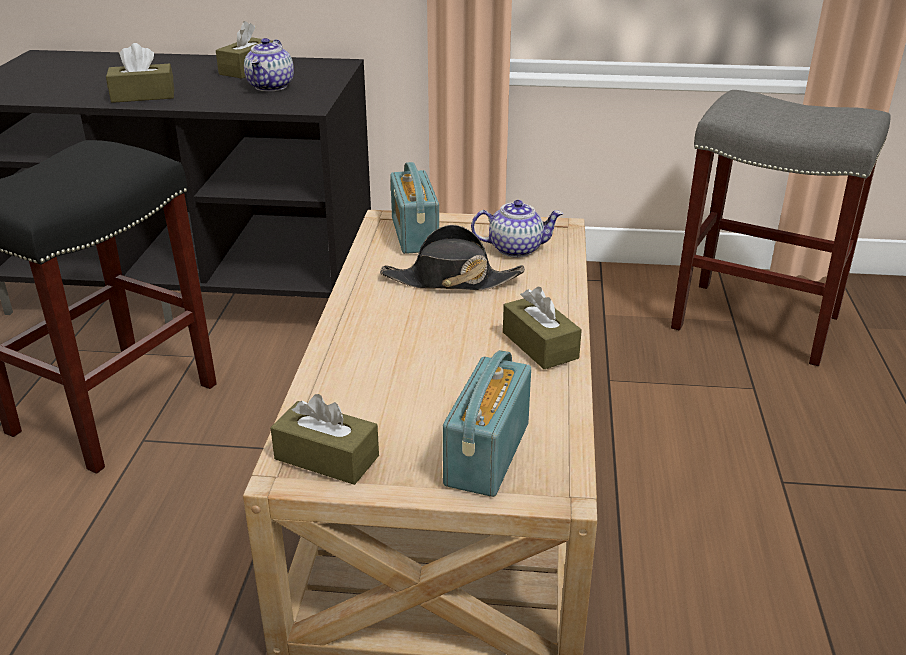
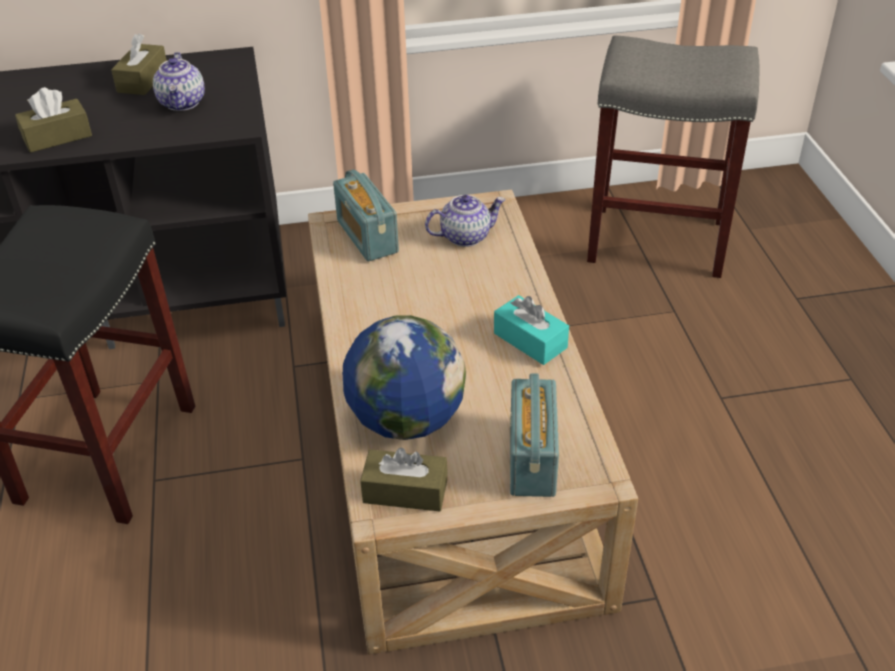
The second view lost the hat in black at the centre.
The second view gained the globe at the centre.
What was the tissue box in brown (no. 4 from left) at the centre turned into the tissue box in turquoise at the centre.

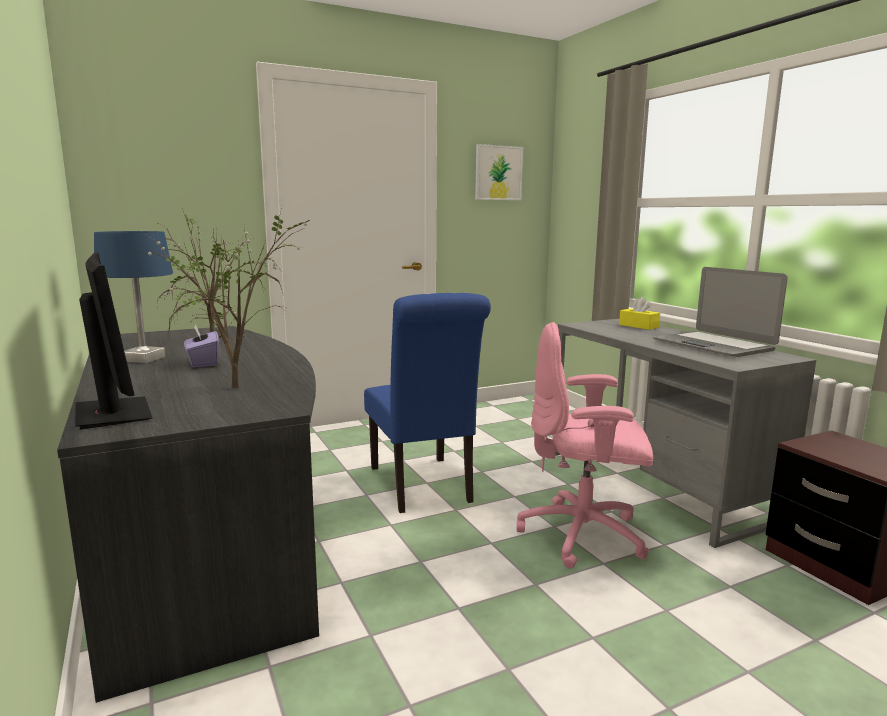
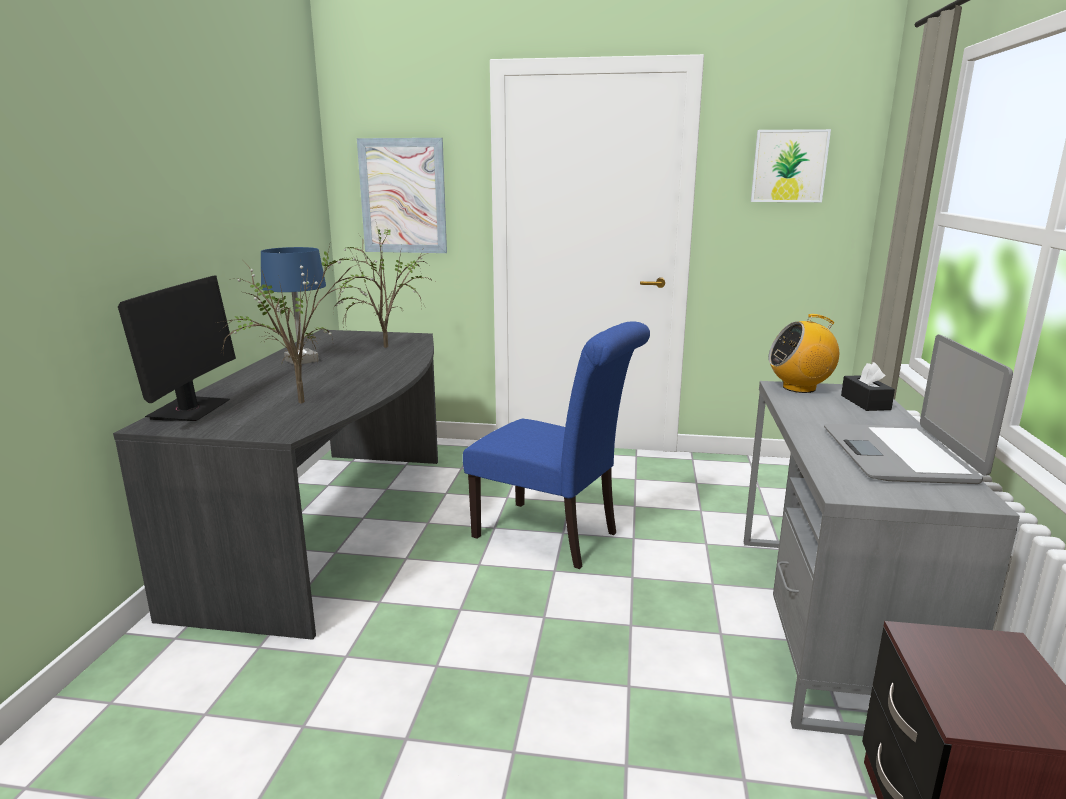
The second view lost the tissue box in purple at the middle left.
The second view lost the office chair in pink at the centre.
The second view gained the picture (no. 1 from left) at the top centre.
The second view gained the radio at the middle right.
What was the tissue box in yellow at the middle right turned into the tissue box in black at the middle right.
The chair in blue at the centre ended up facing another way, 75 degrees counterclockwise from before.

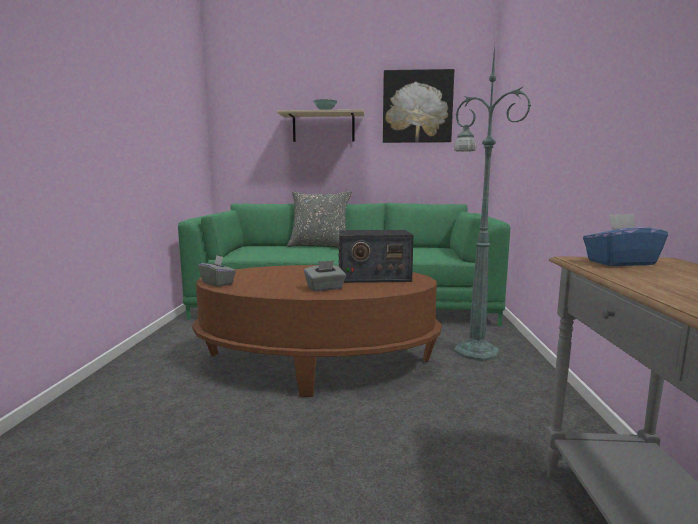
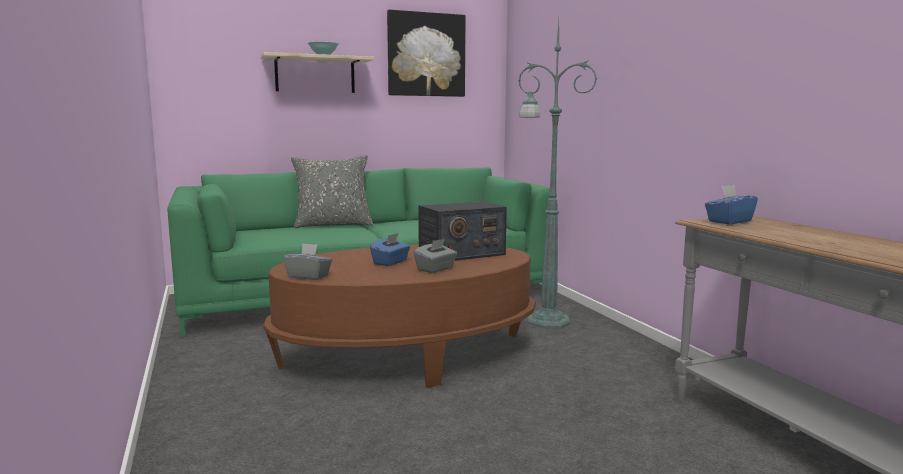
The second view gained the tissue box in blue (no. 1 from left) at the centre.

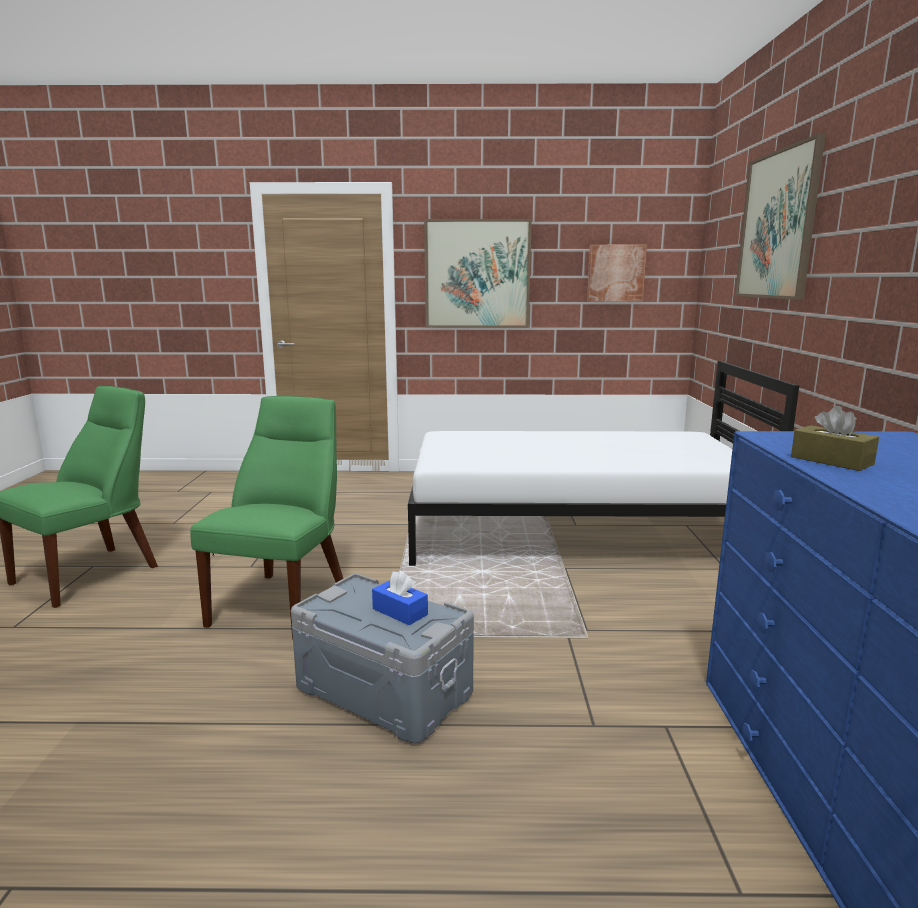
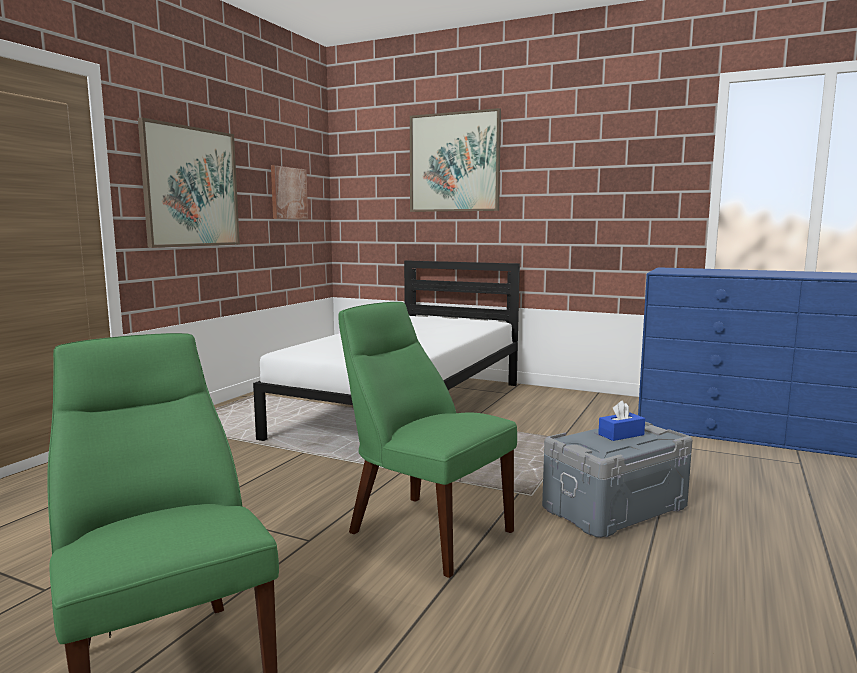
The second view lost the tissue box in brown at the middle right.

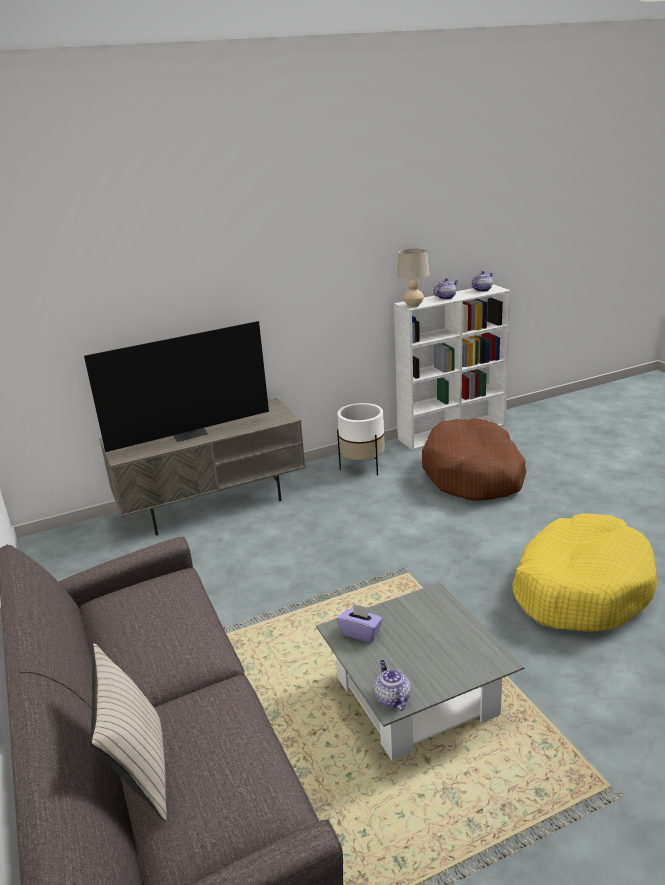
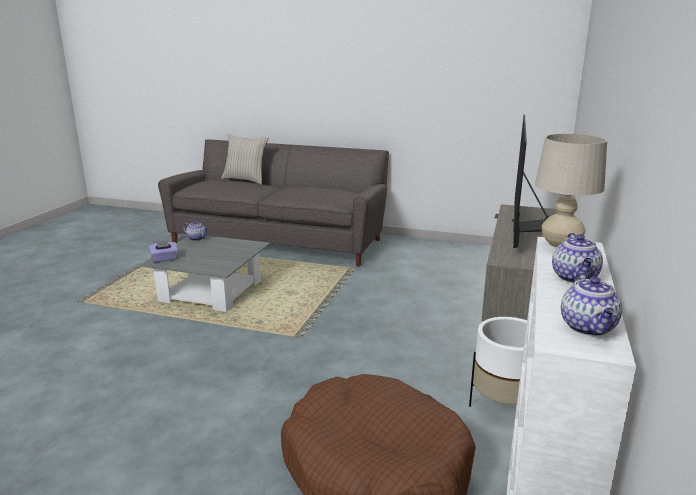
The second view lost the dog bed in yellow at the middle right.
The tissue box in purple ended up elsewhere, having gone from the bottom centre to the middle left.

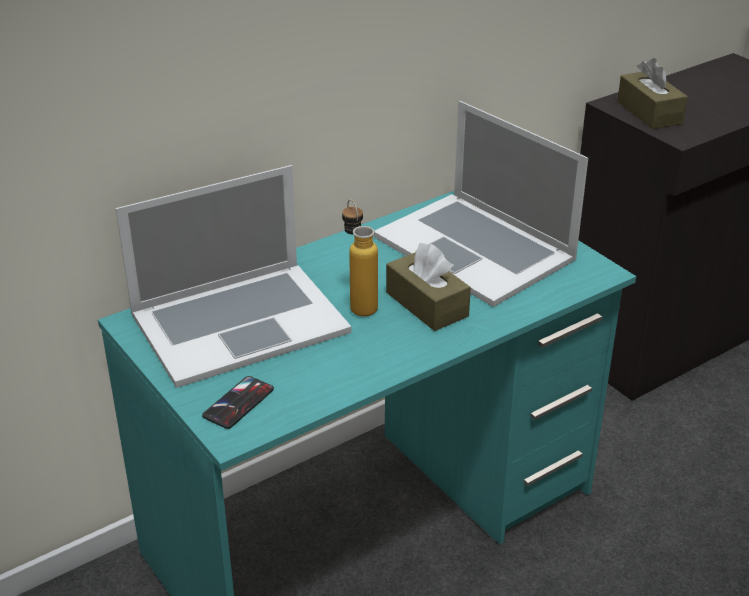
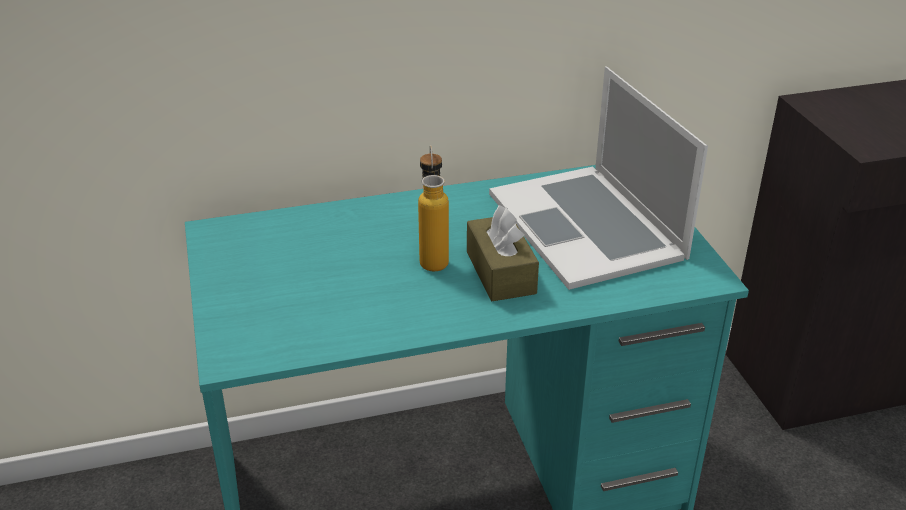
The second view lost the laptop (no. 1 from left) at the middle left.
The second view lost the phone at the bottom left.
The second view lost the tissue box in brown (no. 2 from left) at the top right.

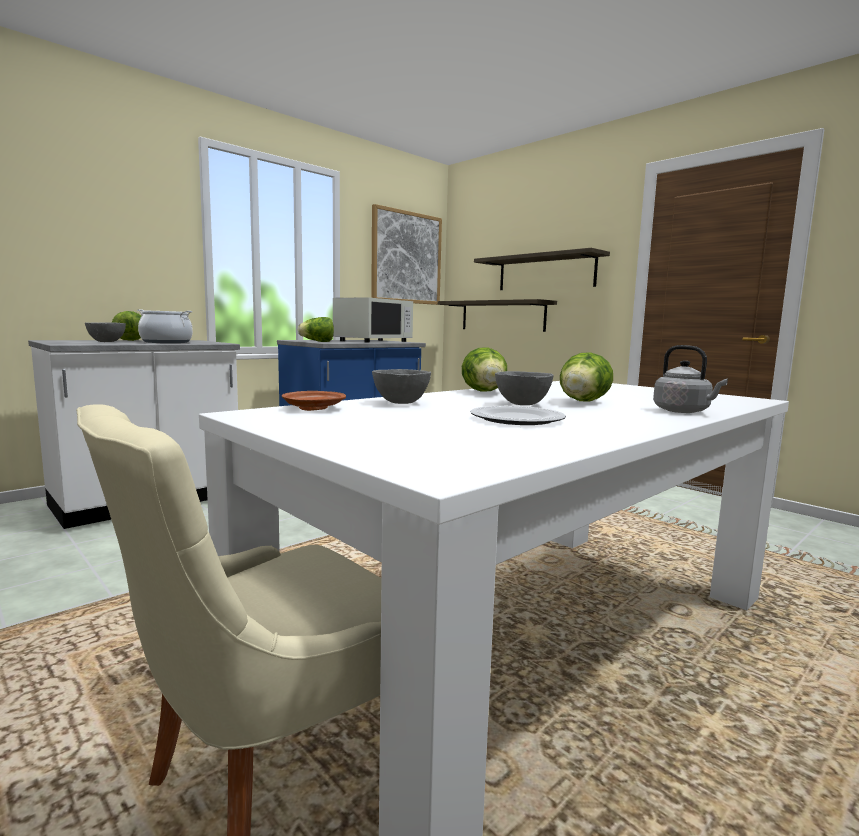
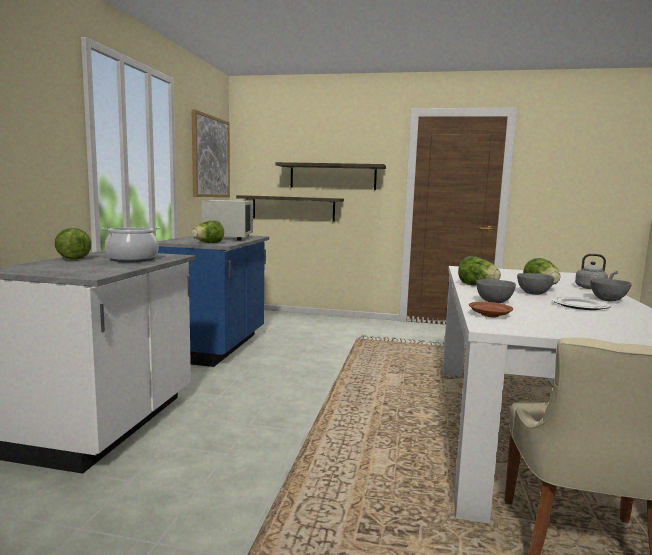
The bowl in grey (no. 1 from left in the first image) ended up elsewhere, having gone from the middle left to the middle right.

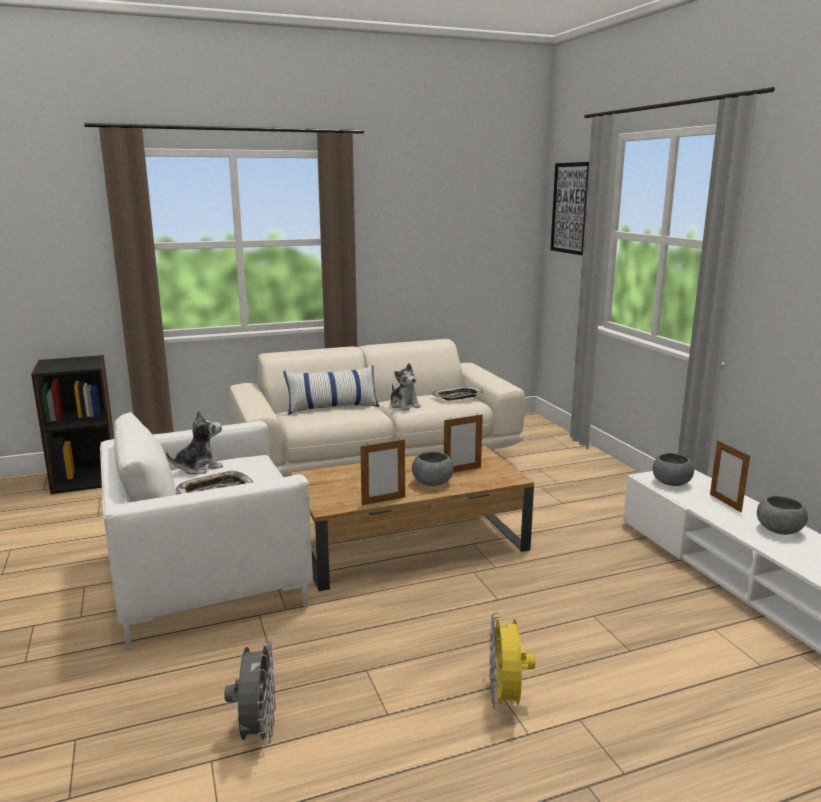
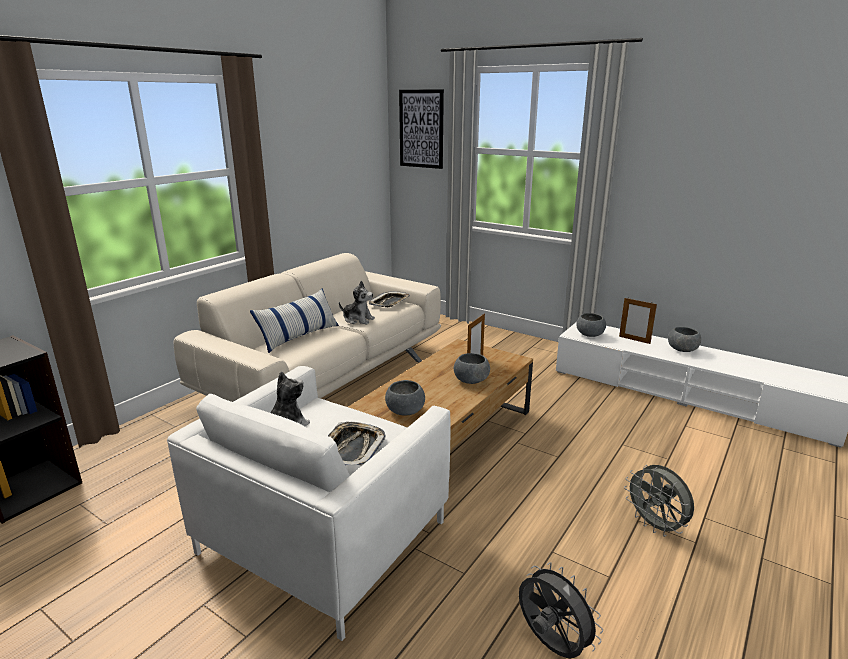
The second view lost the picture frame (no. 1 from left) at the centre.
The second view gained the bowl in grey (no. 1 from left) at the centre.
What was the fan in yellow at the bottom centre turned into the fan in grey (no. 2 from left) at the bottom right.

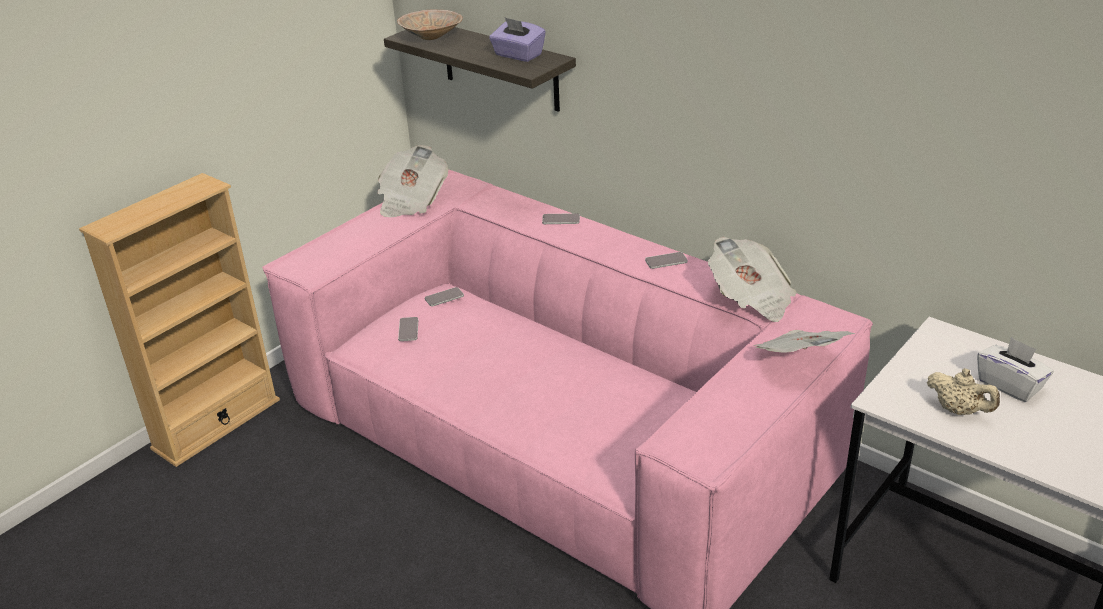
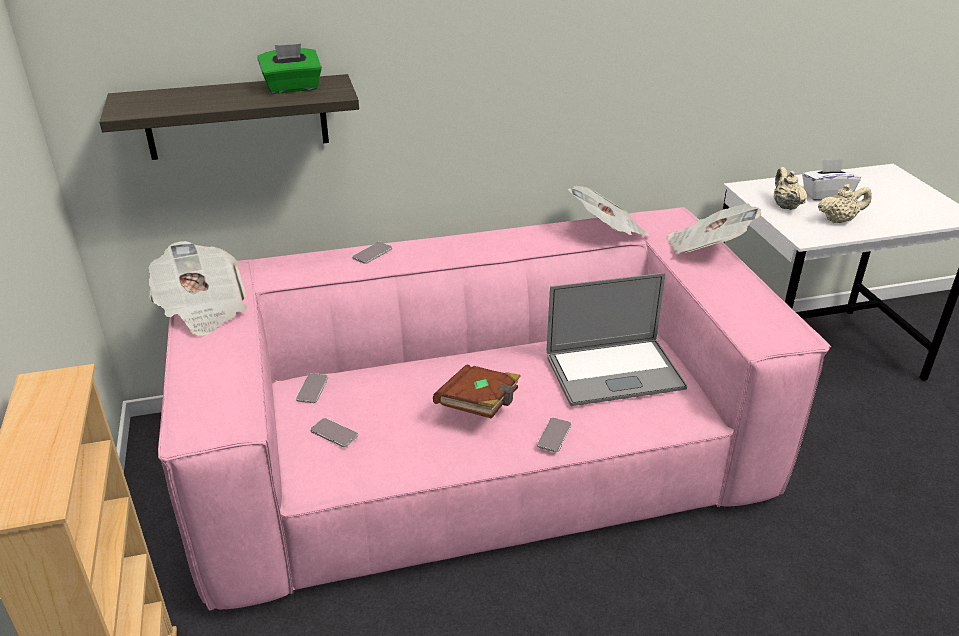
The second view lost the bowl in beige at the top centre.
The second view gained the book in brown at the centre.
The second view gained the laptop at the centre.
The second view gained the teapot in beige (no. 1 from left) at the top right.
The phone (no. 4 from left) ended up elsewhere, having gone from the centre to the bottom centre.
What was the tissue box in purple at the top centre turned into the tissue box in green at the top left.

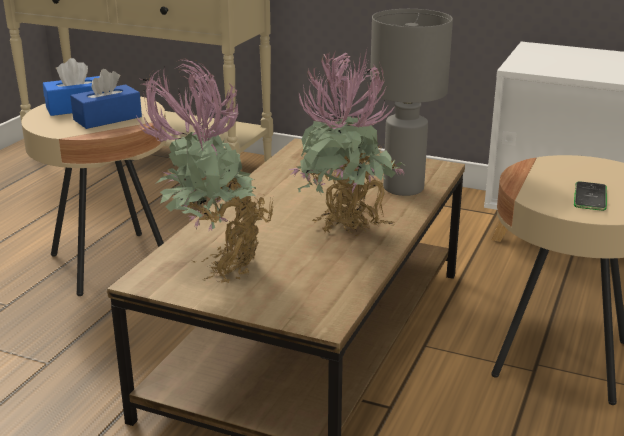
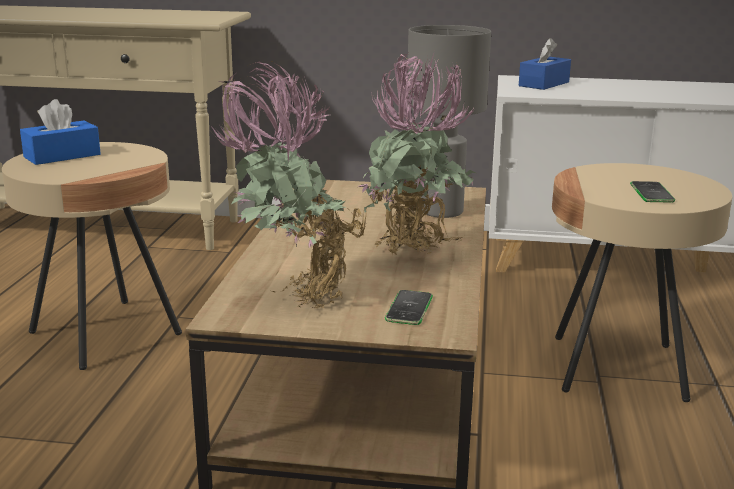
The second view gained the phone (no. 1 from left) at the centre.
The tissue box in blue (no. 2 from left) ended up elsewhere, having gone from the top left to the top right.

